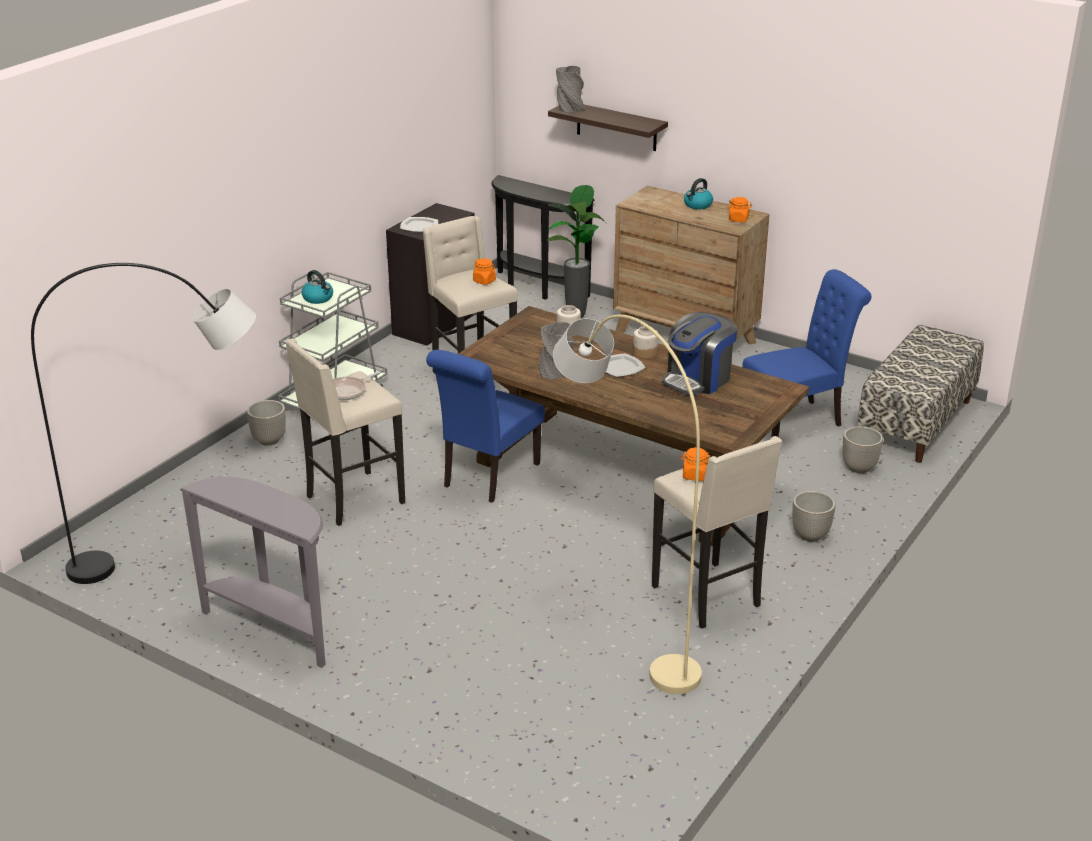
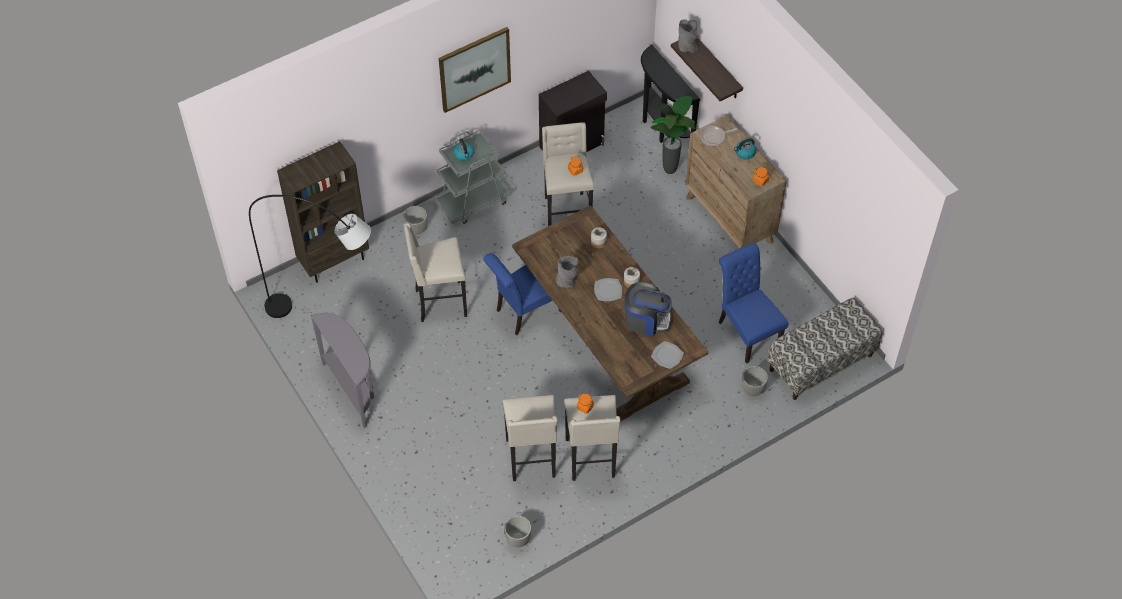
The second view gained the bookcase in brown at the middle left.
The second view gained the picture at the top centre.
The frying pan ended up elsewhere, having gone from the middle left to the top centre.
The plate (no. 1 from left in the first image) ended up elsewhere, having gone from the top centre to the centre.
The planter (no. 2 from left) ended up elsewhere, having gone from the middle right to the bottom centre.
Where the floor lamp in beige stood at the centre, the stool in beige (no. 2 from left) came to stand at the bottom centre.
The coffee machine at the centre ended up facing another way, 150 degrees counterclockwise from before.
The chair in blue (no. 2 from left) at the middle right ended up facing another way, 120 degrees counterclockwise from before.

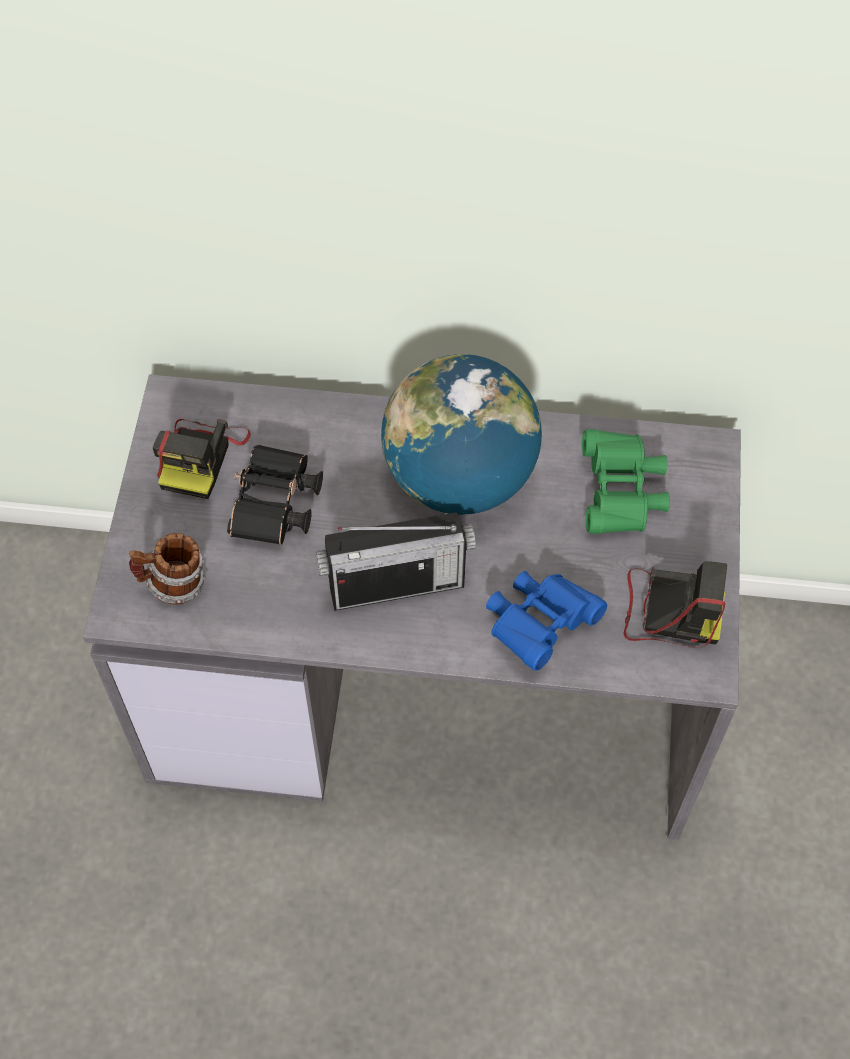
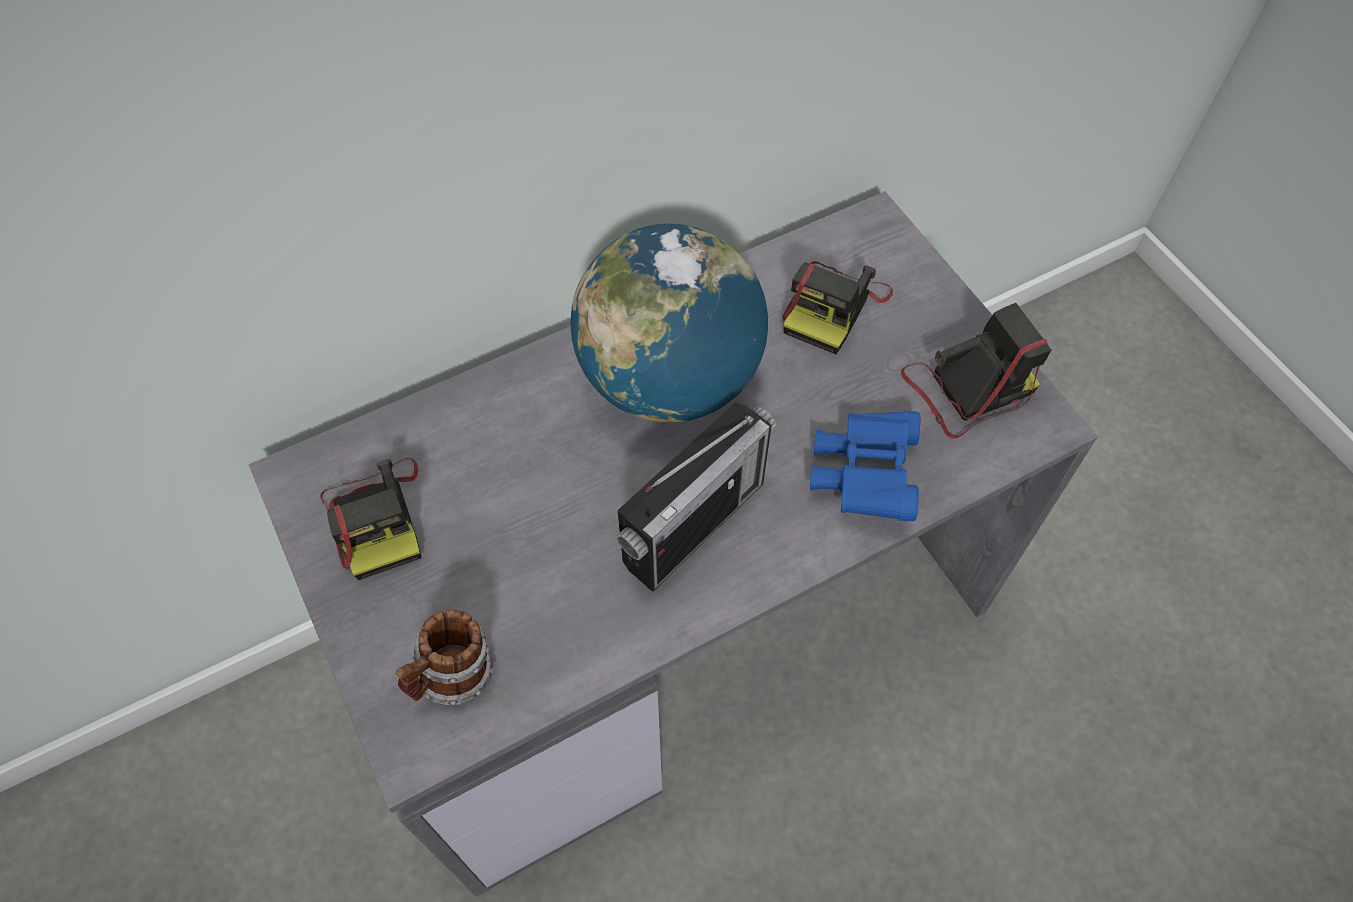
The second view lost the binoculars in black at the middle left.
Where the binoculars in green stood at the middle right, the photo camera (no. 2 from left) came to stand at the centre.

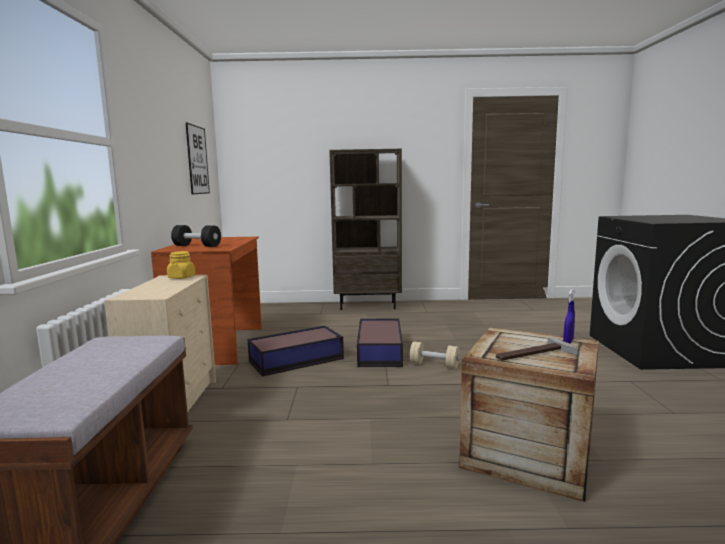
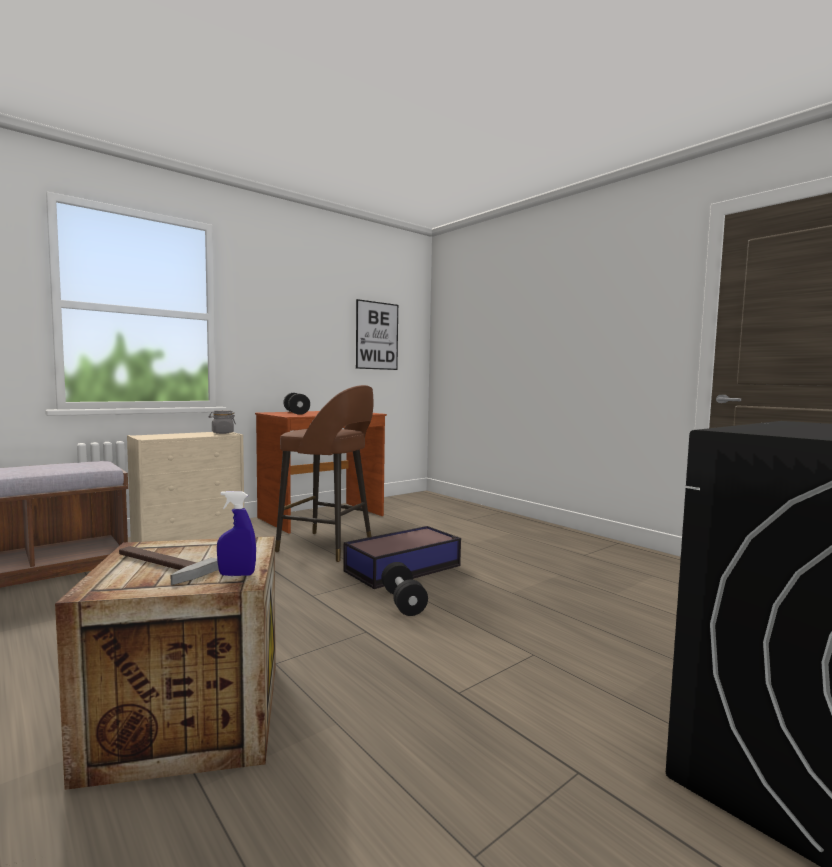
The second view lost the bookcase in brown at the centre.
Where the storage box (no. 1 from left) stood at the centre, the stool in brown came to stand at the centre.
What was the jar in yellow at the middle left turned into the jar in grey at the middle left.
What was the dumbbell in beige at the centre turned into the dumbbell in black (no. 2 from left) at the bottom centre.

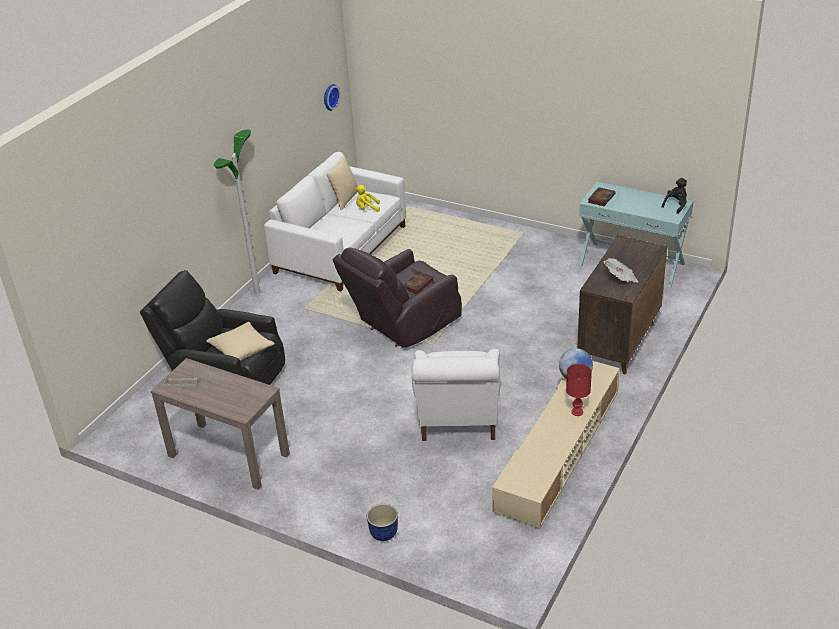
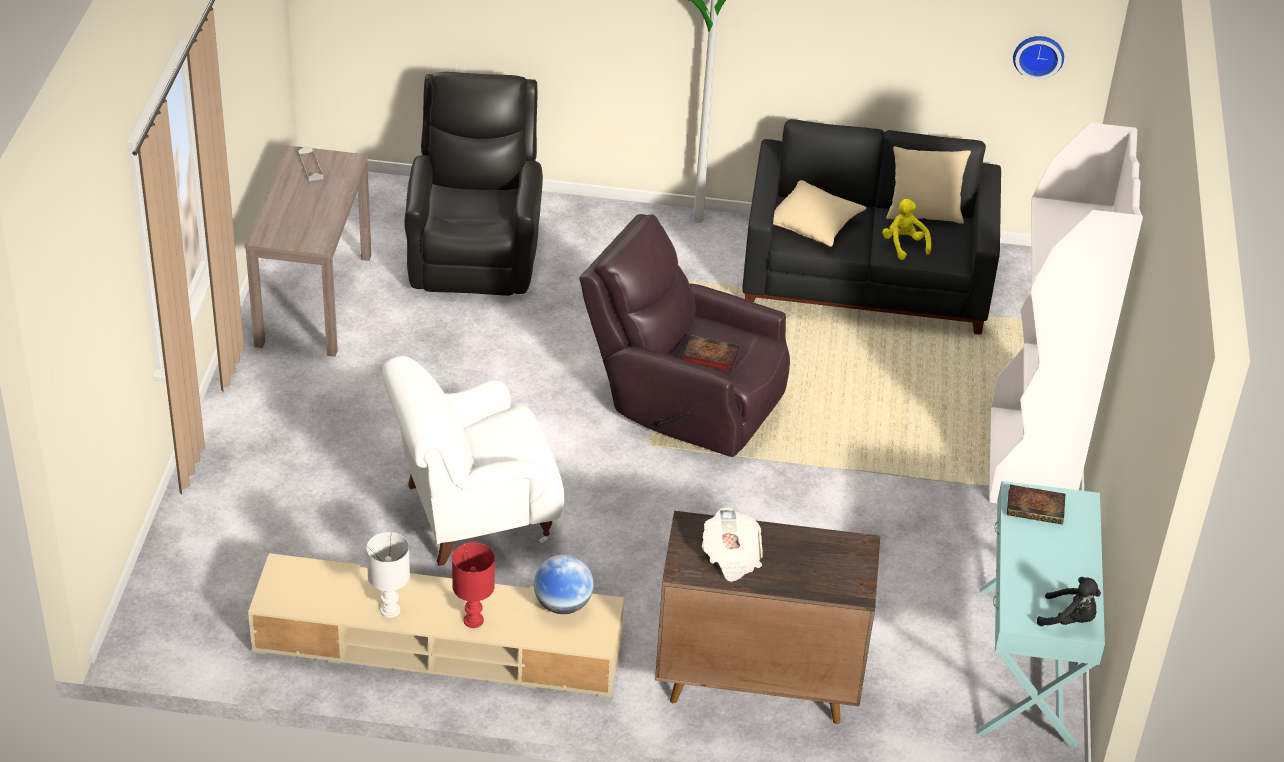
The second view lost the planter at the bottom centre.
The second view gained the table lamp in white at the bottom left.
The second view gained the bookcase in white at the middle right.
The pillow in beige (no. 1 from left) ended up elsewhere, having gone from the middle left to the top centre.
What was the sofa in white at the centre turned into the sofa in black at the top right.

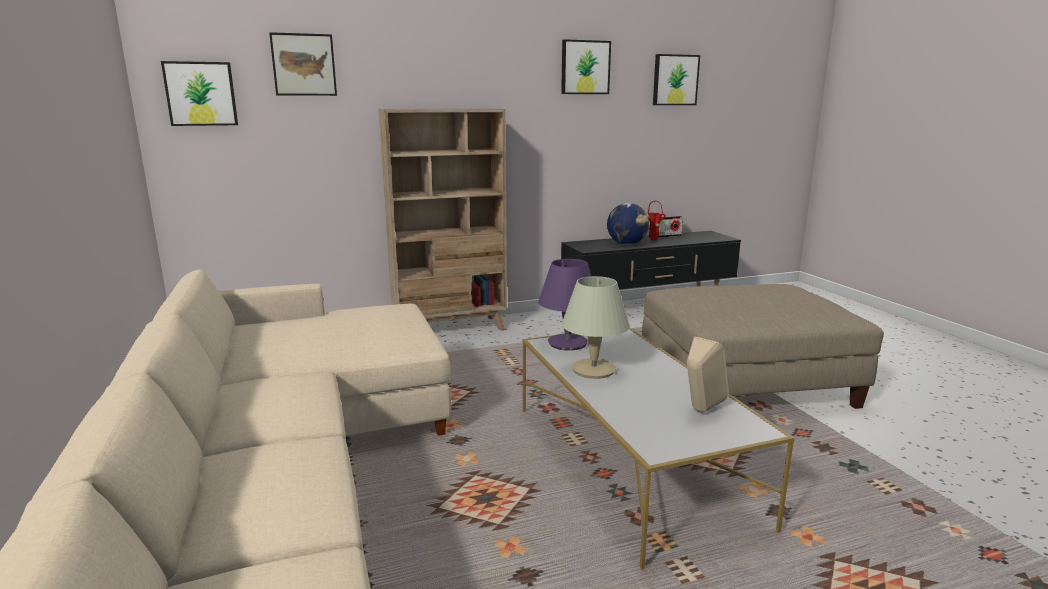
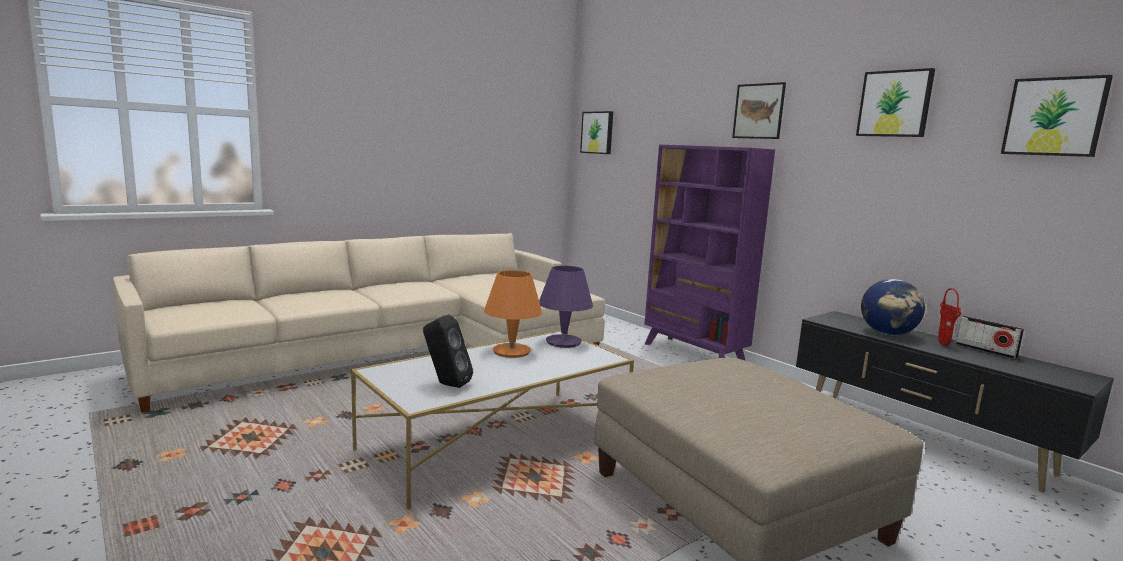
The picture (no. 2 from left) ended up elsewhere, having gone from the top left to the top right.
What was the bookcase in beige at the centre turned into the bookcase in purple at the centre.
What was the table lamp in beige at the centre turned into the table lamp in orange at the centre.
What was the speaker in beige at the middle right turned into the speaker in black at the centre.

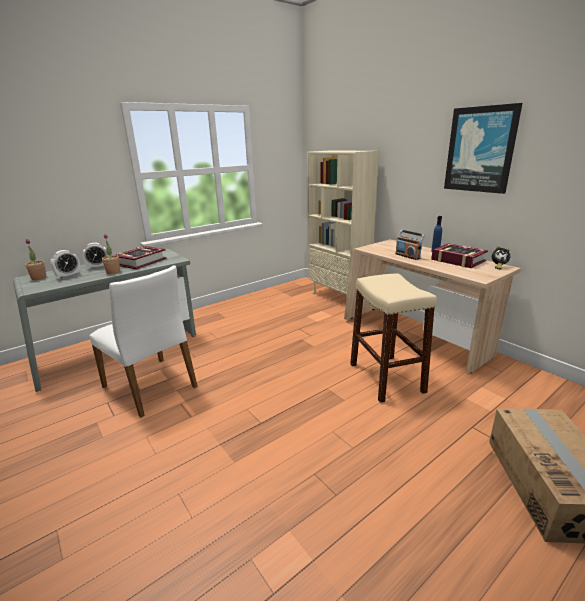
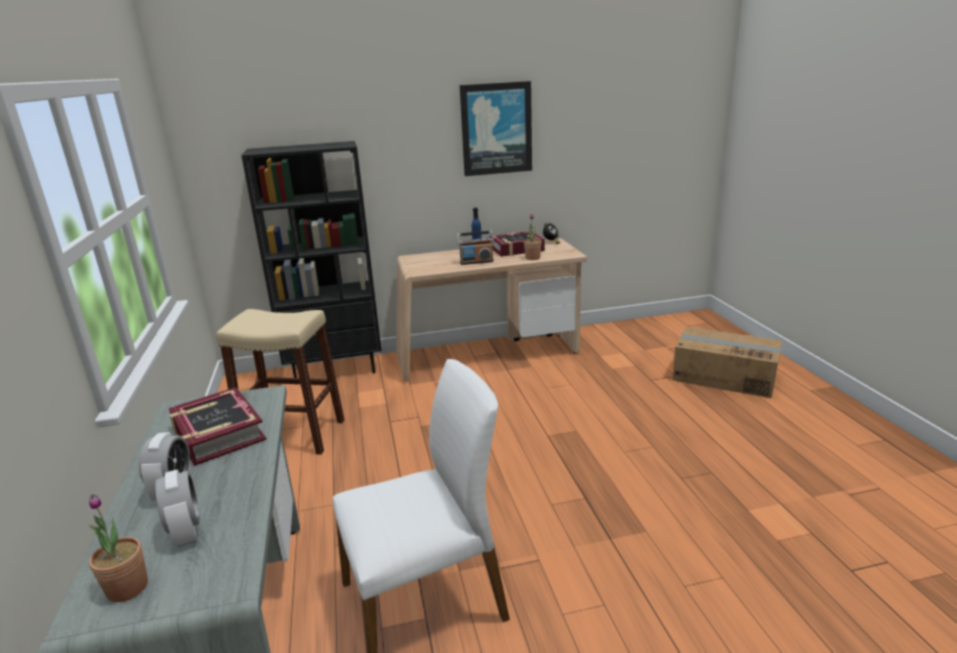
The potted plant (no. 2 from left) ended up elsewhere, having gone from the middle left to the centre.
The stool in beige ended up elsewhere, having gone from the middle right to the middle left.
What was the bookcase in beige at the centre turned into the bookcase in black at the middle left.

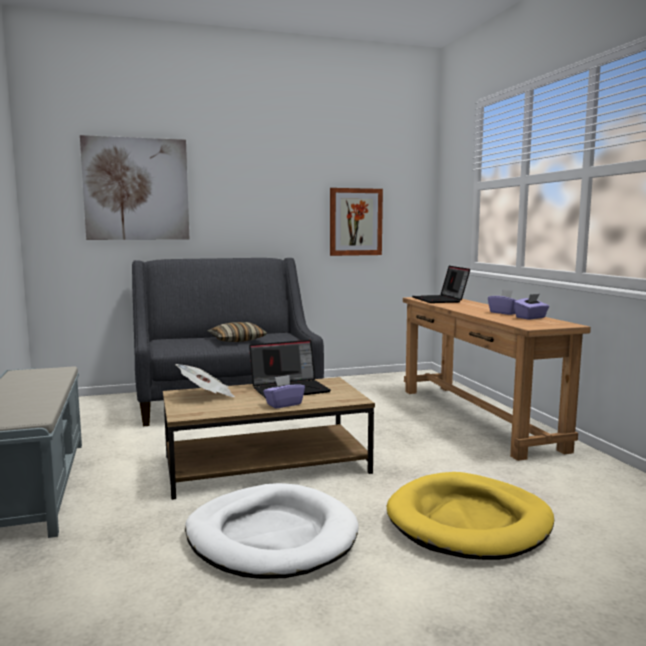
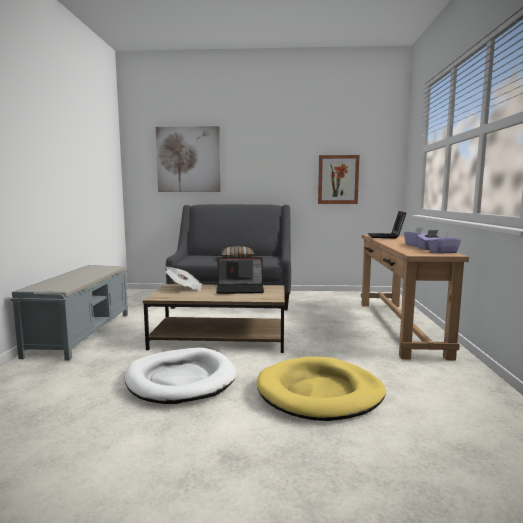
The tissue box in purple (no. 1 from left in the first image) ended up elsewhere, having gone from the centre to the middle right.

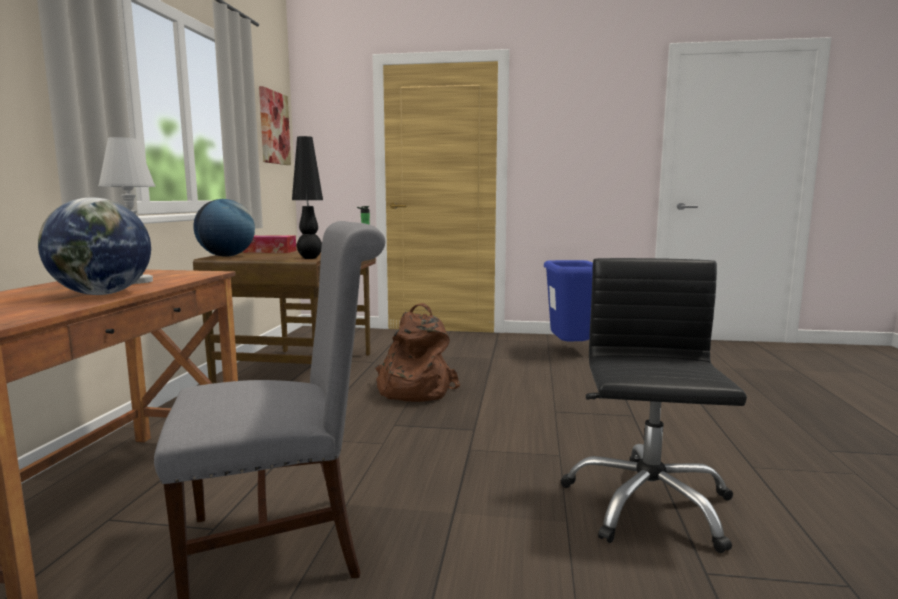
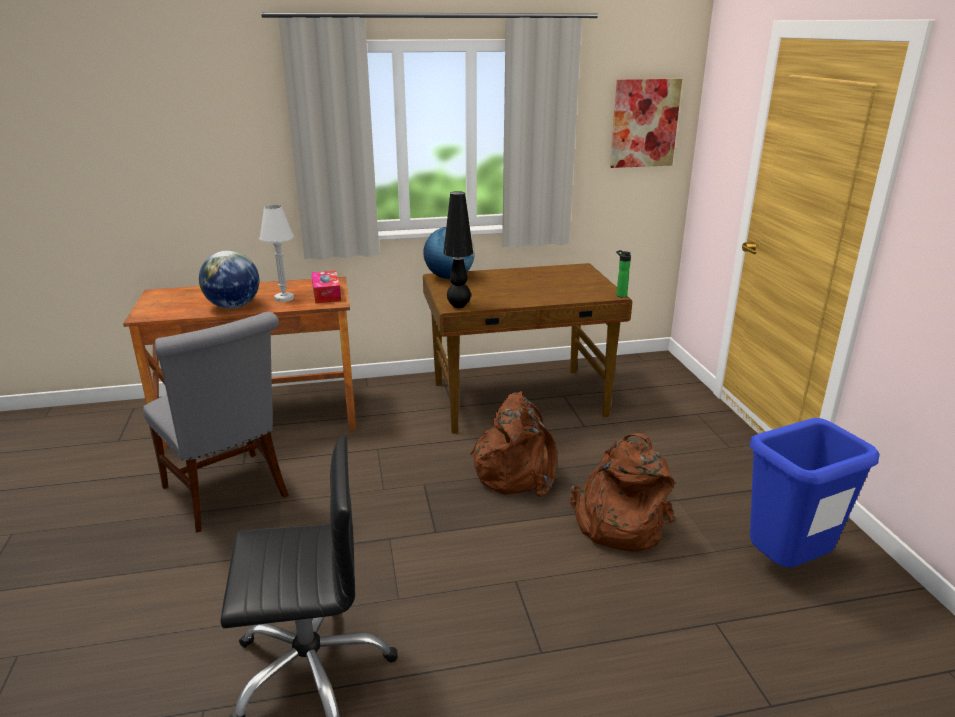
The second view gained the backpack in brown (no. 2 from left) at the bottom centre.
The tissue box ended up elsewhere, having gone from the middle left to the centre.

